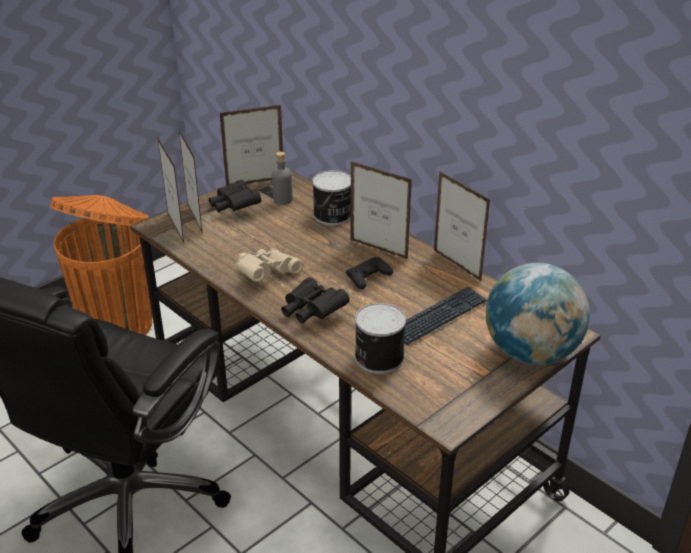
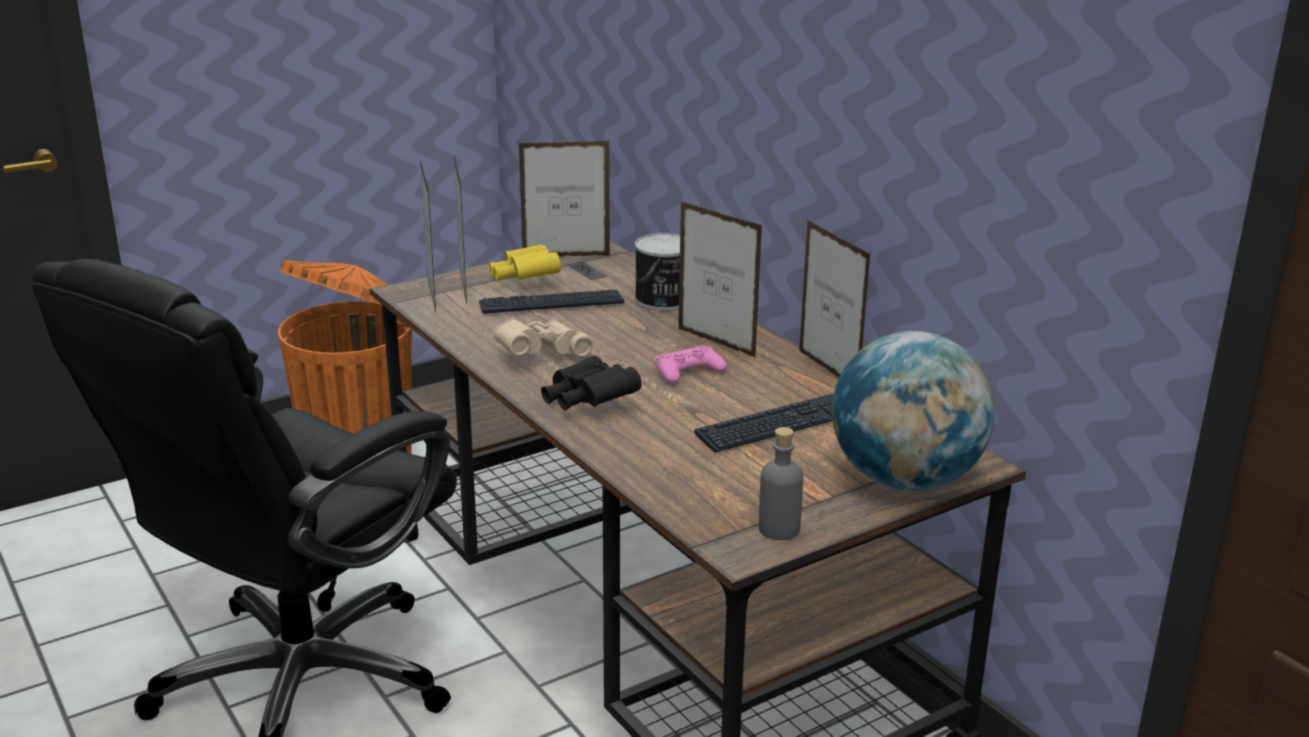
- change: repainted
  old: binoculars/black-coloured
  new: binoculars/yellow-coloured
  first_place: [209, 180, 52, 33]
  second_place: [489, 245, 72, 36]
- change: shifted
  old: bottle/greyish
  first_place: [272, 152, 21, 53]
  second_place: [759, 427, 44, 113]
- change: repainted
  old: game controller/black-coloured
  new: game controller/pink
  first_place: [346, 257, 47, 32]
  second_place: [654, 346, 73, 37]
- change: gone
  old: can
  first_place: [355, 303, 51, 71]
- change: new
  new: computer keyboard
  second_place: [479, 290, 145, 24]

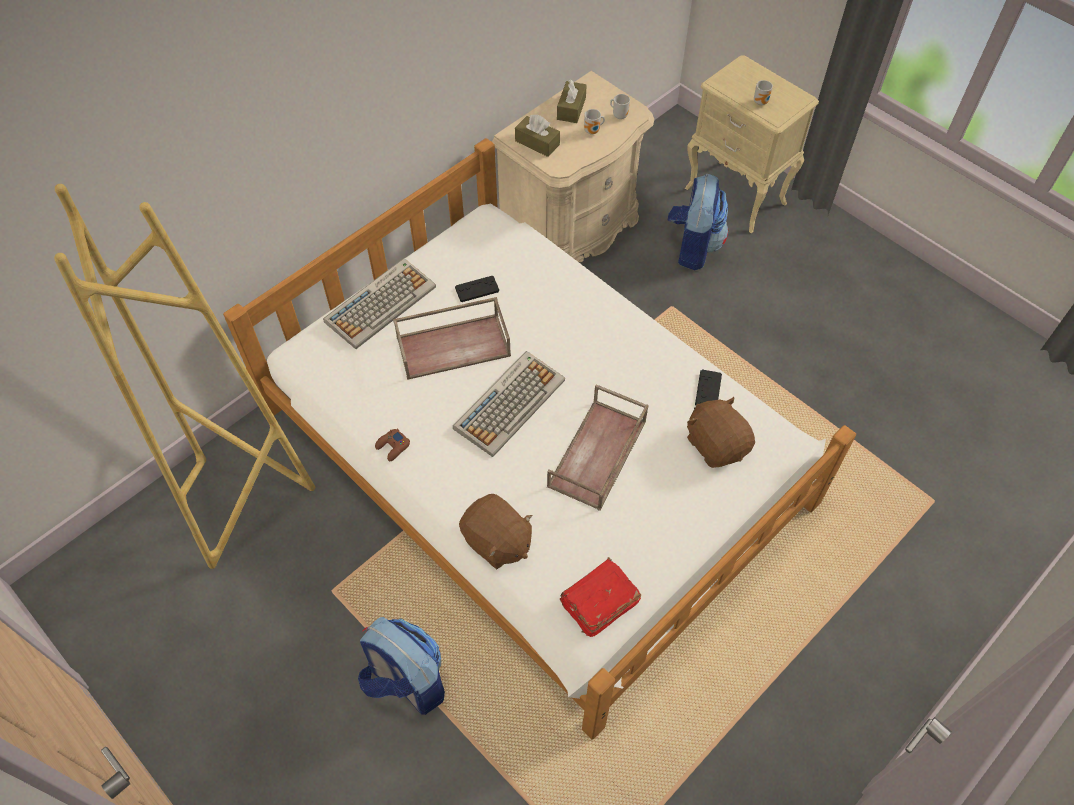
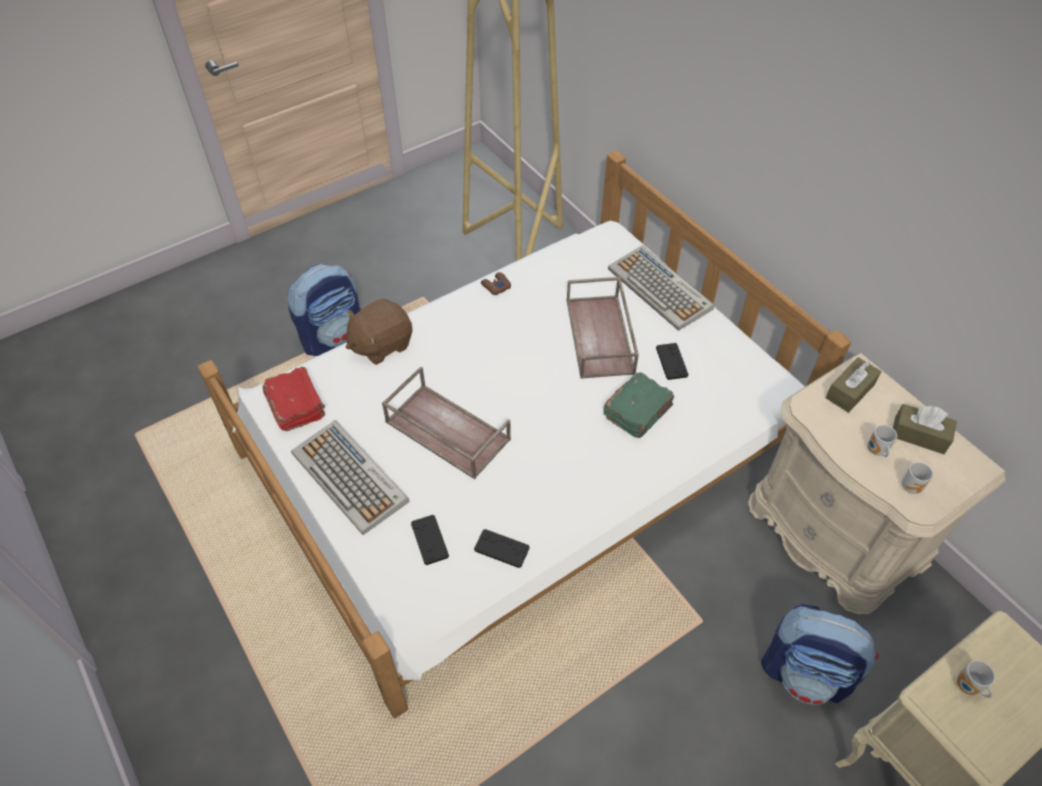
- change: shifted
  old: computer keyboard
  first_place: [453, 351, 112, 106]
  second_place: [291, 420, 119, 115]
- change: swapped
  old: plush toy/brownish
  new: game controller/black-coloured
  first_place: [687, 397, 68, 71]
  second_place: [411, 515, 38, 50]
- change: new
  new: book/green
  second_place: [603, 372, 71, 66]

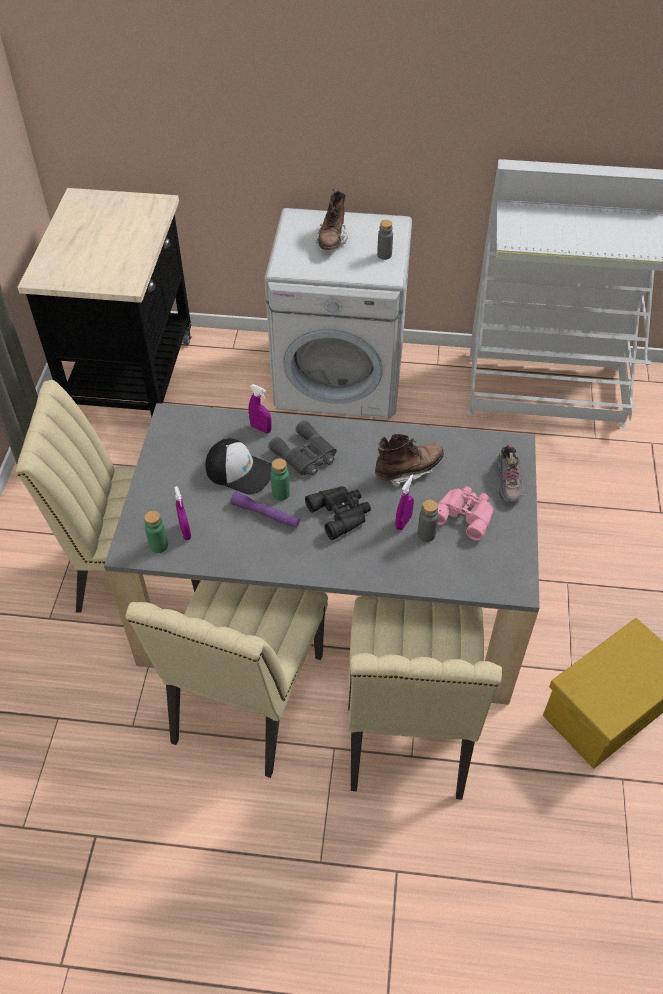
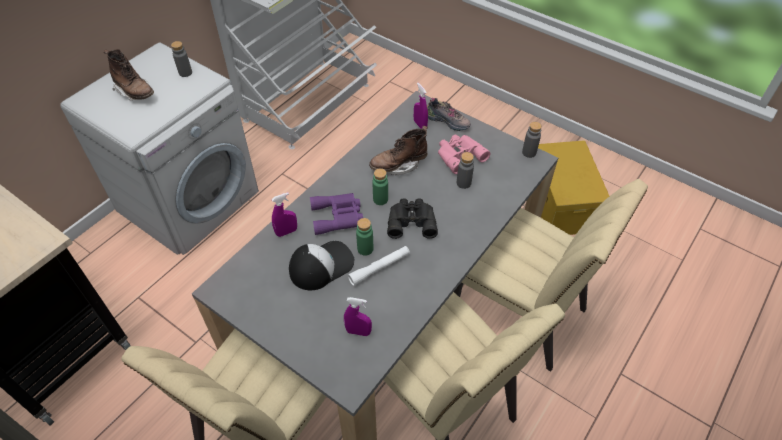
- change: shifted
  old: bottle/green
  first_place: [144, 511, 24, 42]
  second_place: [373, 168, 15, 37]
- change: repainted
  old: flashlight/purple-coloured
  new: flashlight/whitish
  first_place: [230, 492, 70, 36]
  second_place: [348, 246, 62, 40]
- change: repainted
  old: binoculars/greyish
  new: binoculars/purple-coloured
  first_place: [268, 420, 68, 56]
  second_place: [310, 193, 53, 42]
- change: rotated
  old: tall boot/brownish
  first_place: [375, 434, 69, 54]
  second_place: [369, 126, 59, 49]
  degrees: -120
- change: shifted
  old: hand sprayer/purple-coloured
  first_place: [395, 475, 19, 55]
  second_place: [414, 83, 14, 46]
- change: new
  new: bottle/greyish
  second_place: [522, 122, 20, 36]

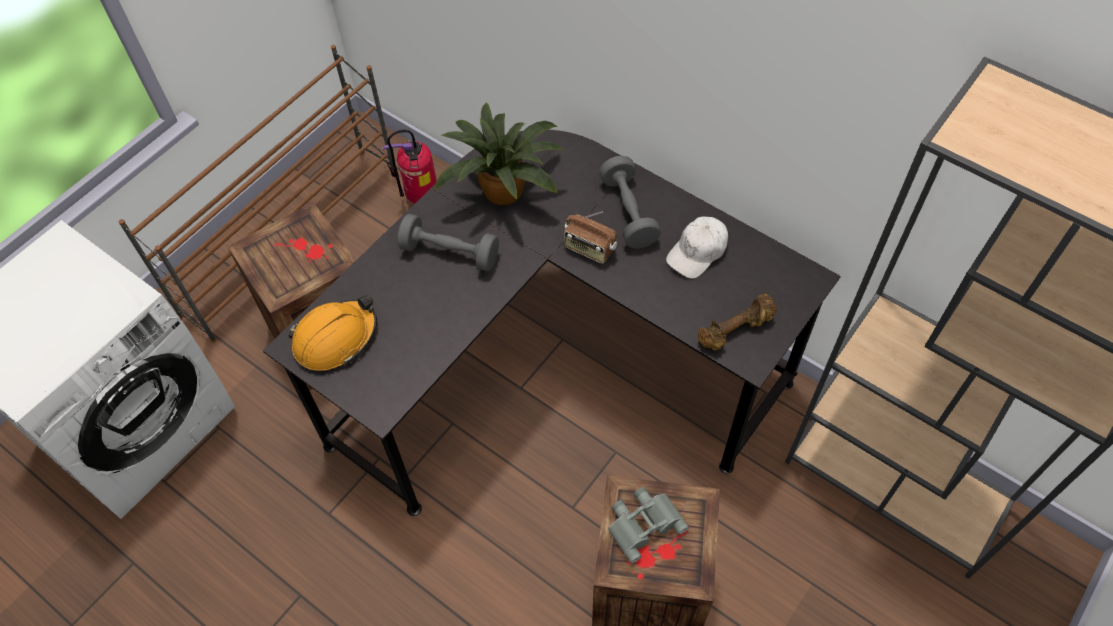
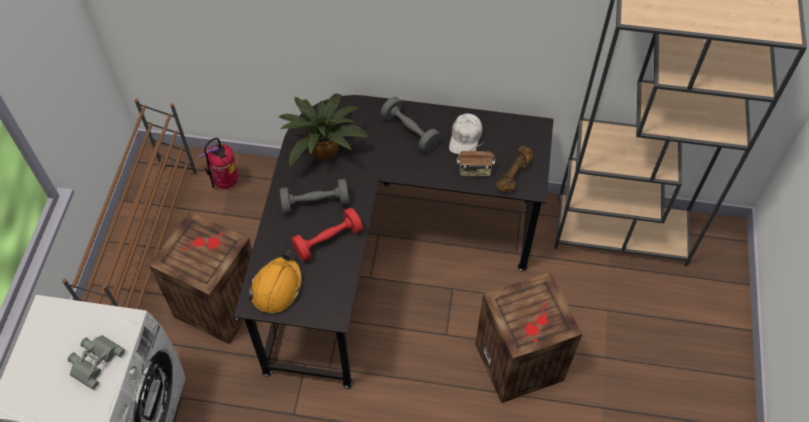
- change: shifted
  old: radio set
  first_place: [564, 211, 53, 53]
  second_place: [457, 143, 38, 33]
- change: shifted
  old: binoculars/greyish
  first_place: [608, 487, 81, 76]
  second_place: [68, 335, 57, 55]
- change: new
  new: free weight/reddish
  second_place: [291, 208, 72, 53]

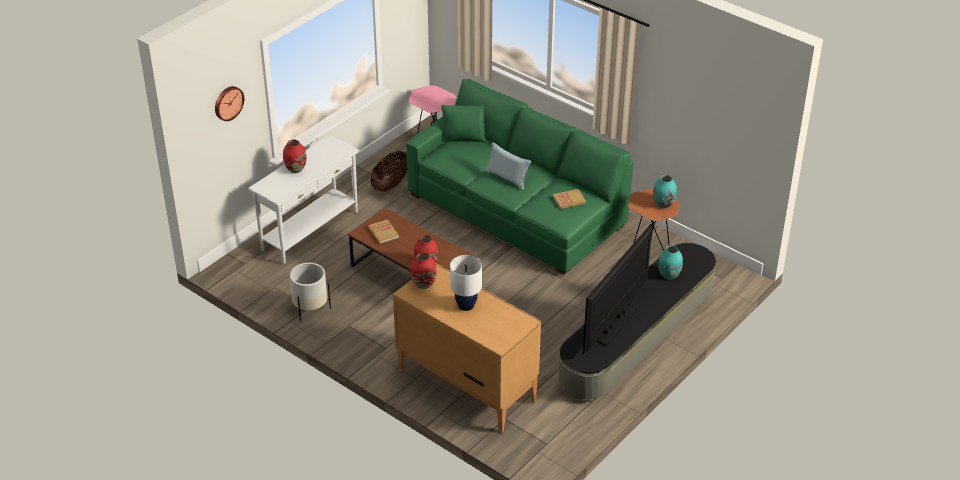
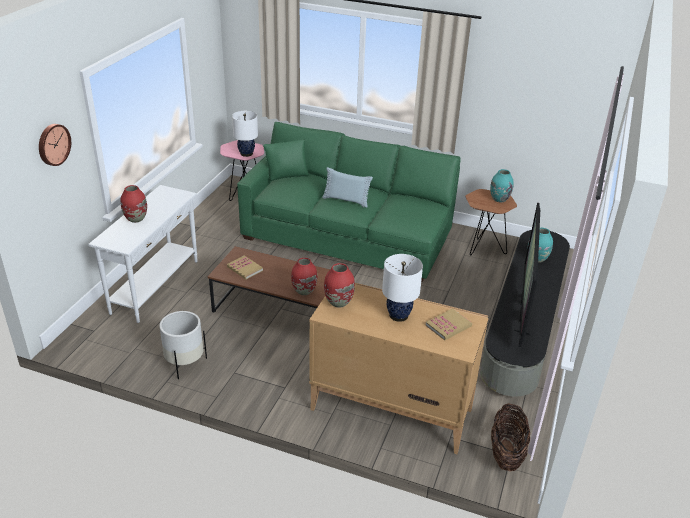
- change: shifted
  old: basket
  first_place: [371, 151, 36, 41]
  second_place: [491, 403, 39, 68]
- change: shifted
  old: book
  first_place: [553, 189, 33, 20]
  second_place: [425, 308, 47, 32]
- change: new
  new: tabletop lamp/whitish
  second_place: [232, 111, 26, 46]

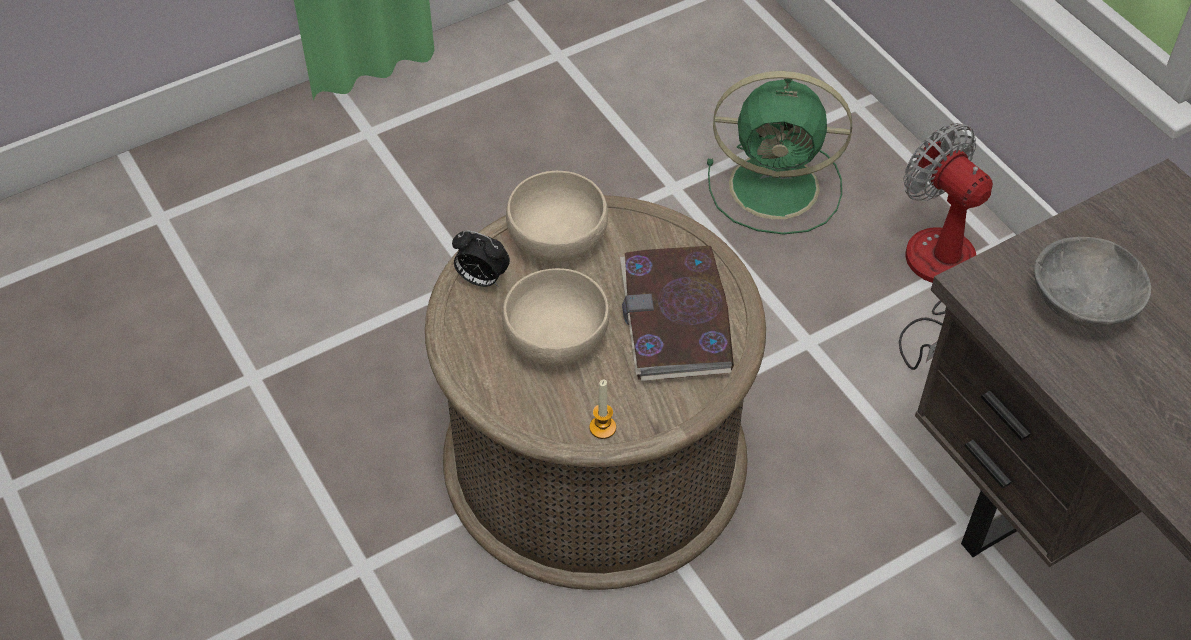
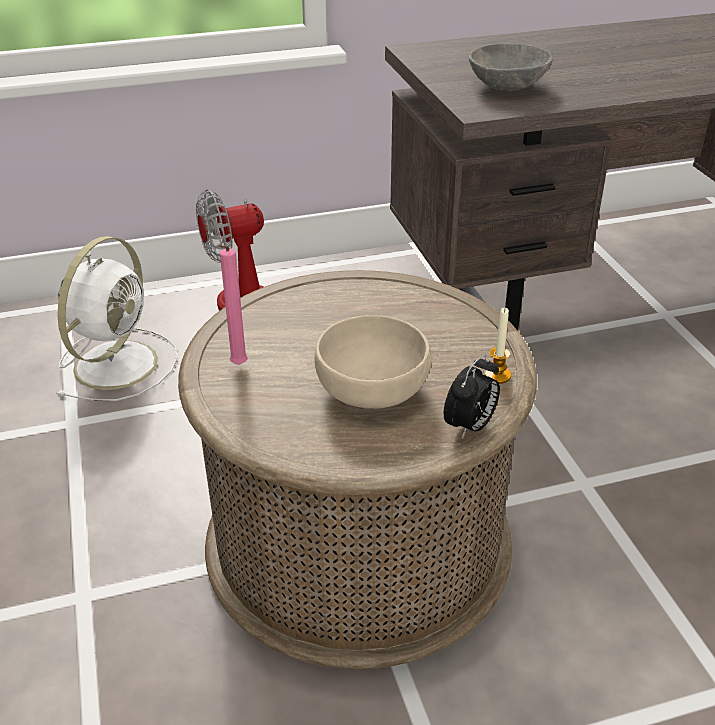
- change: shifted
  old: table clock
  first_place: [452, 230, 58, 57]
  second_place: [444, 354, 56, 85]
- change: swapped
  old: bowl/beige-coloured
  new: wax light/pink
  first_place: [506, 171, 102, 91]
  second_place: [218, 245, 30, 120]
- change: gone
  old: book
  first_place: [620, 246, 114, 135]
- change: repainted
  old: electric fan/green
  new: electric fan/whitish
  first_place: [707, 71, 145, 164]
  second_place: [56, 236, 122, 165]

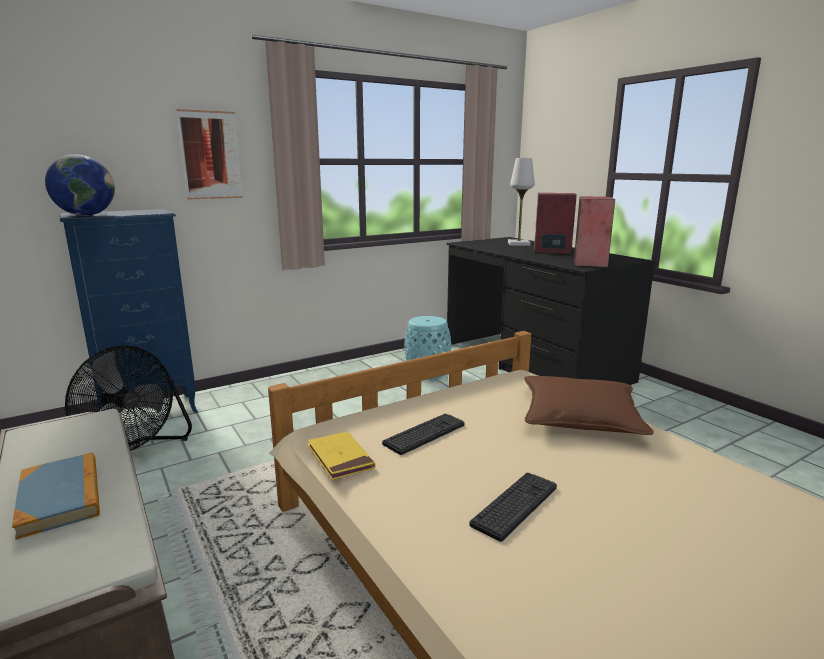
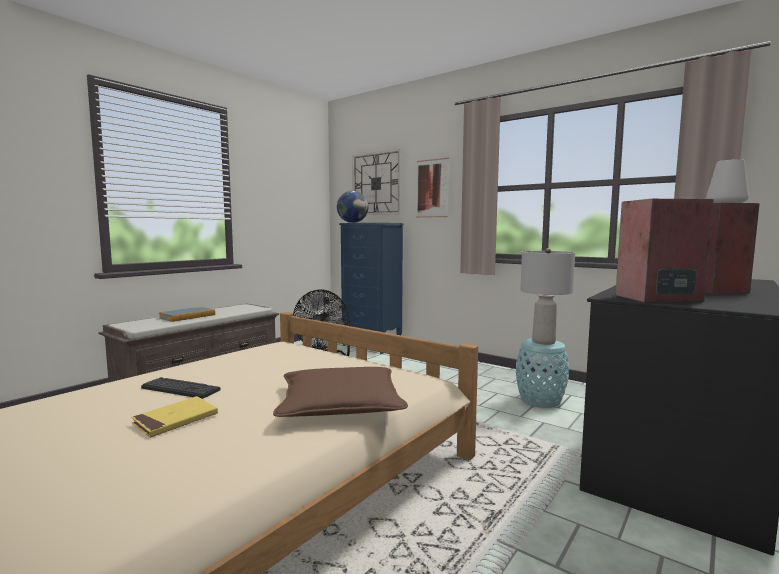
- change: shifted
  old: book/yellow-coloured
  first_place: [308, 432, 67, 48]
  second_place: [131, 396, 87, 42]
- change: gone
  old: computer keyboard
  first_place: [382, 414, 83, 41]
- change: new
  new: clock on the wall
  second_place: [352, 149, 50, 66]
- change: new
  new: tabletop lamp/greyish
  second_place: [520, 248, 55, 97]

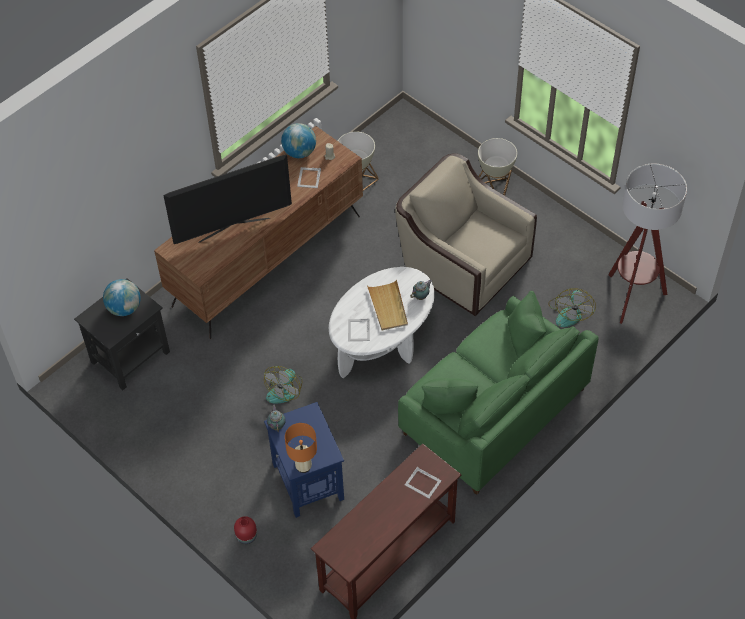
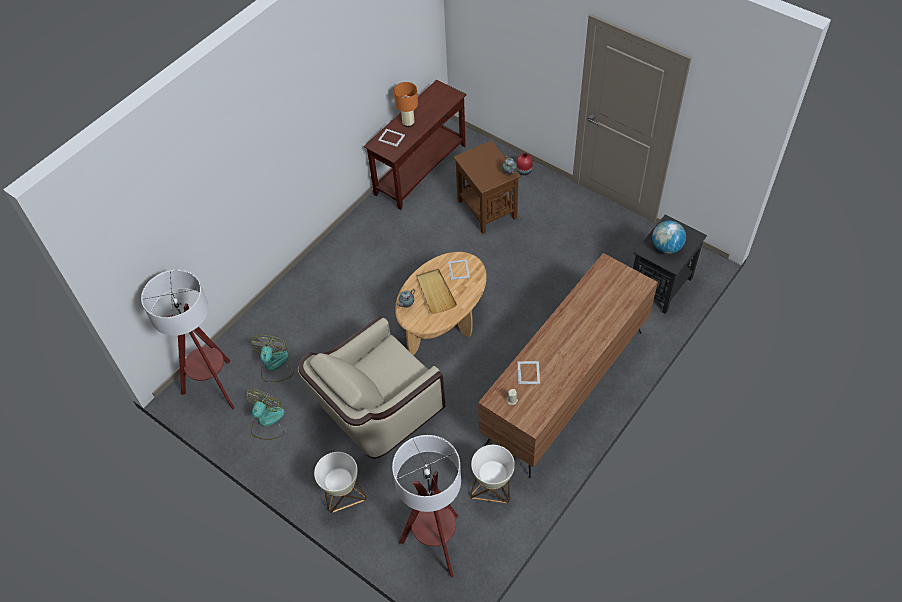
- change: gone
  old: television
  first_place: [163, 154, 129, 90]
- change: shifted
  old: electric fan
  first_place: [264, 366, 38, 37]
  second_place: [245, 389, 39, 51]
- change: repainted
  old: end table/blue-coloured
  new: end table/brownish
  first_place: [264, 402, 80, 116]
  second_place: [453, 141, 68, 93]
- change: gone
  old: desk globe
  first_place: [281, 123, 35, 35]
- change: shifted
  old: tabletop lamp/orange-coloured
  first_place: [285, 423, 32, 50]
  second_place: [394, 82, 24, 45]
- change: repainted
  old: coffee table/whitish
  new: coffee table/brownish
  first_place: [329, 267, 106, 111]
  second_place: [395, 252, 92, 103]
- change: rotated
  old: armchair/beige-coloured
  first_place: [395, 153, 142, 163]
  second_place: [298, 316, 148, 143]
  degrees: 105
- change: gone
  old: couch/green
  first_place: [398, 290, 201, 205]
- change: new
  new: standing lamp
  second_place: [392, 435, 69, 143]

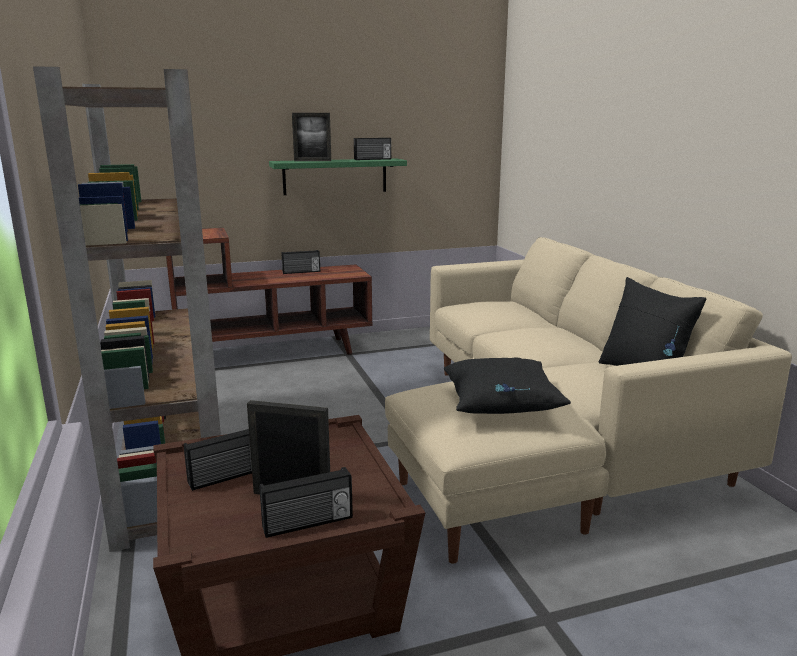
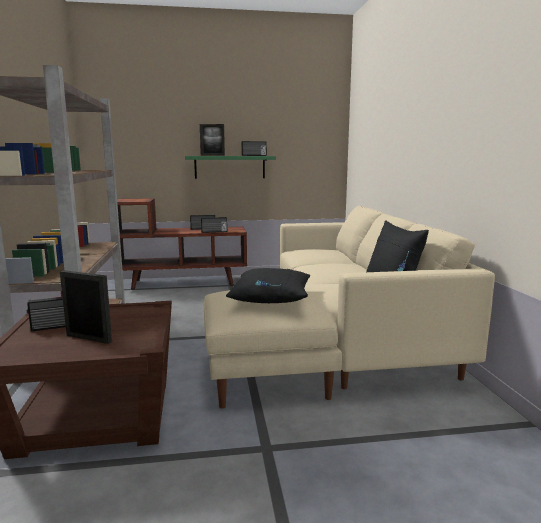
- change: shifted
  old: radio set
  first_place: [259, 467, 94, 71]
  second_place: [201, 217, 26, 16]

